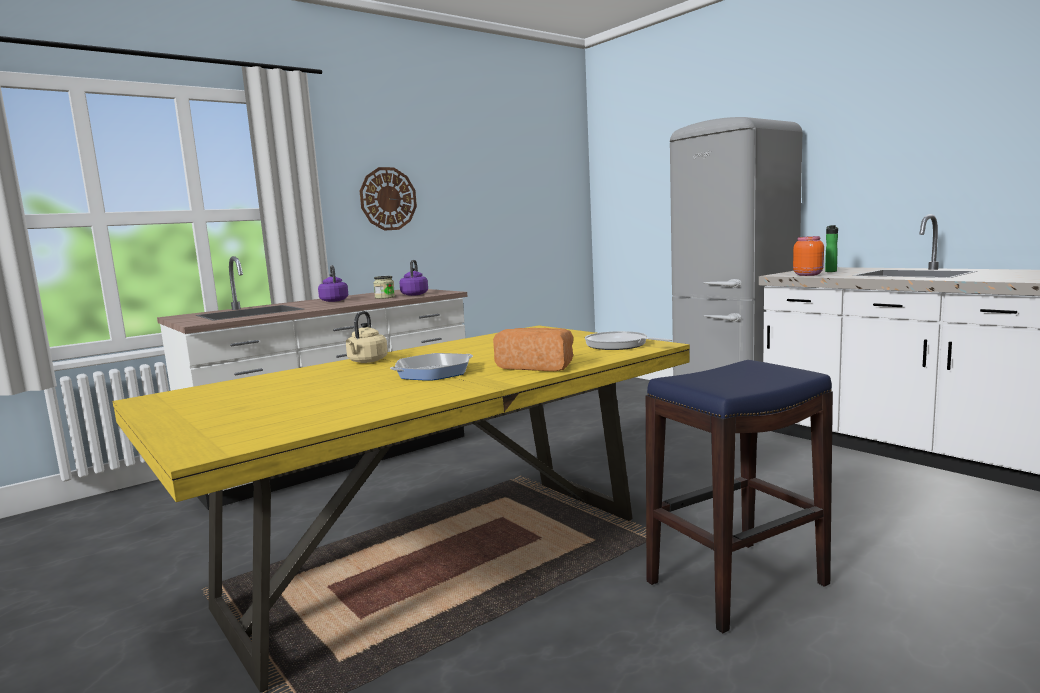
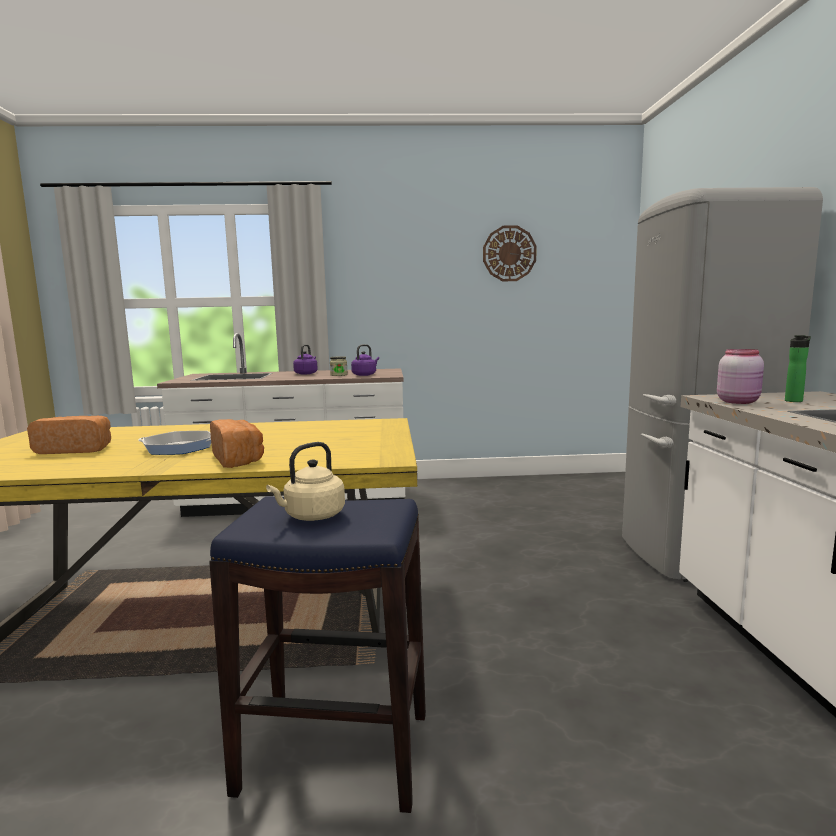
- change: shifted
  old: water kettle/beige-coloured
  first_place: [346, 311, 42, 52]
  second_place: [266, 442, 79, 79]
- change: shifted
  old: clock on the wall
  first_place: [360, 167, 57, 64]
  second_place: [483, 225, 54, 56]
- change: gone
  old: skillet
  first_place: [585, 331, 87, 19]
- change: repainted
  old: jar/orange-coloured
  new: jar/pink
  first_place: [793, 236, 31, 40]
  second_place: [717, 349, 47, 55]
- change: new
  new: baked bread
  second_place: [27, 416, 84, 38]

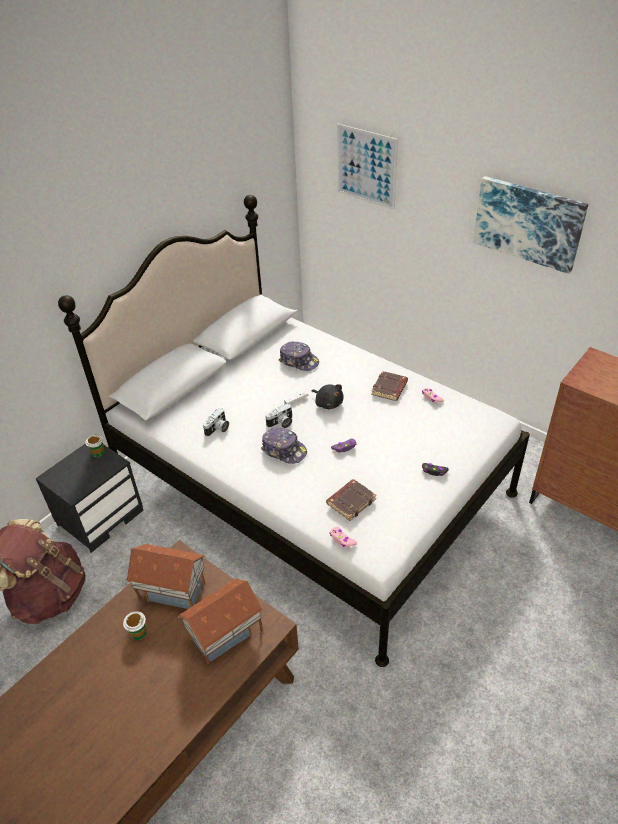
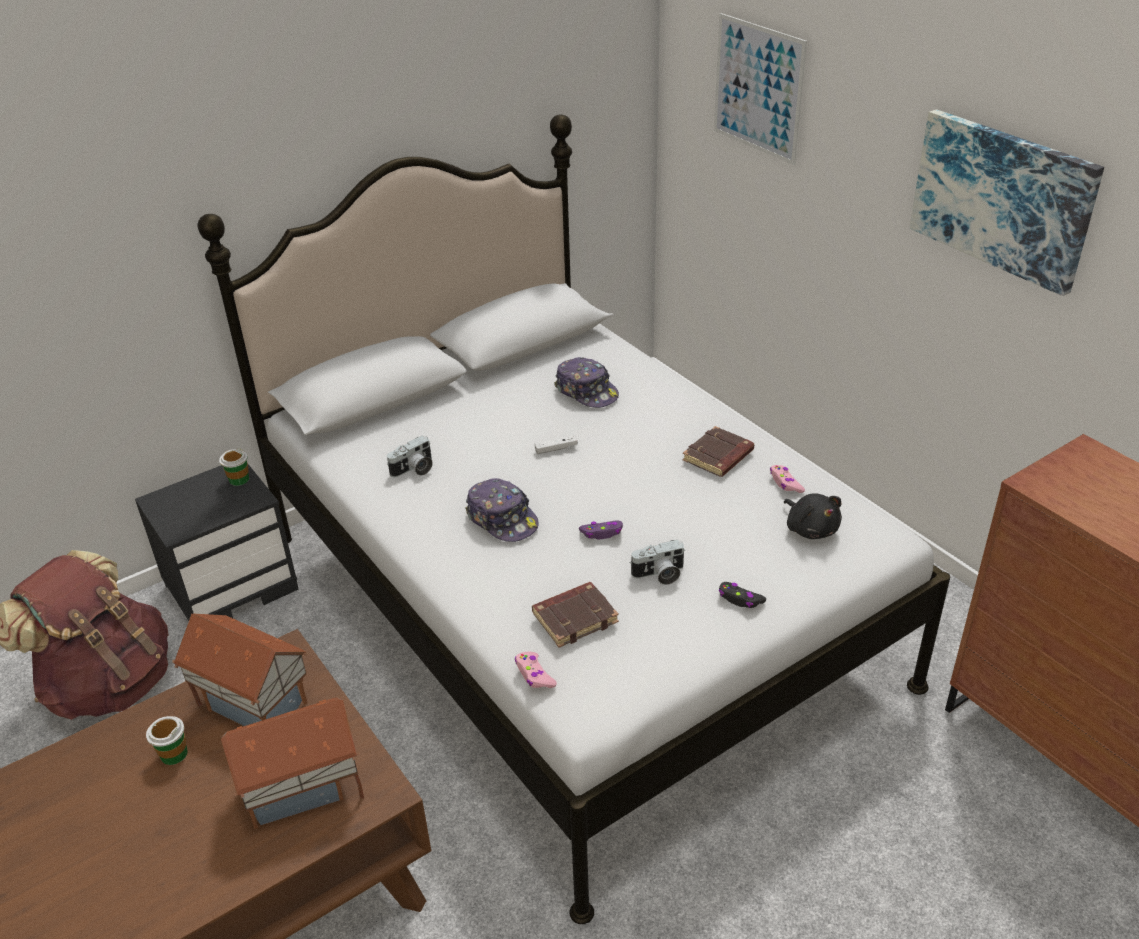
- change: shifted
  old: still camera
  first_place: [265, 403, 27, 25]
  second_place: [631, 540, 53, 45]
- change: shifted
  old: plush toy/black-coloured
  first_place: [311, 384, 32, 25]
  second_place: [784, 493, 58, 46]

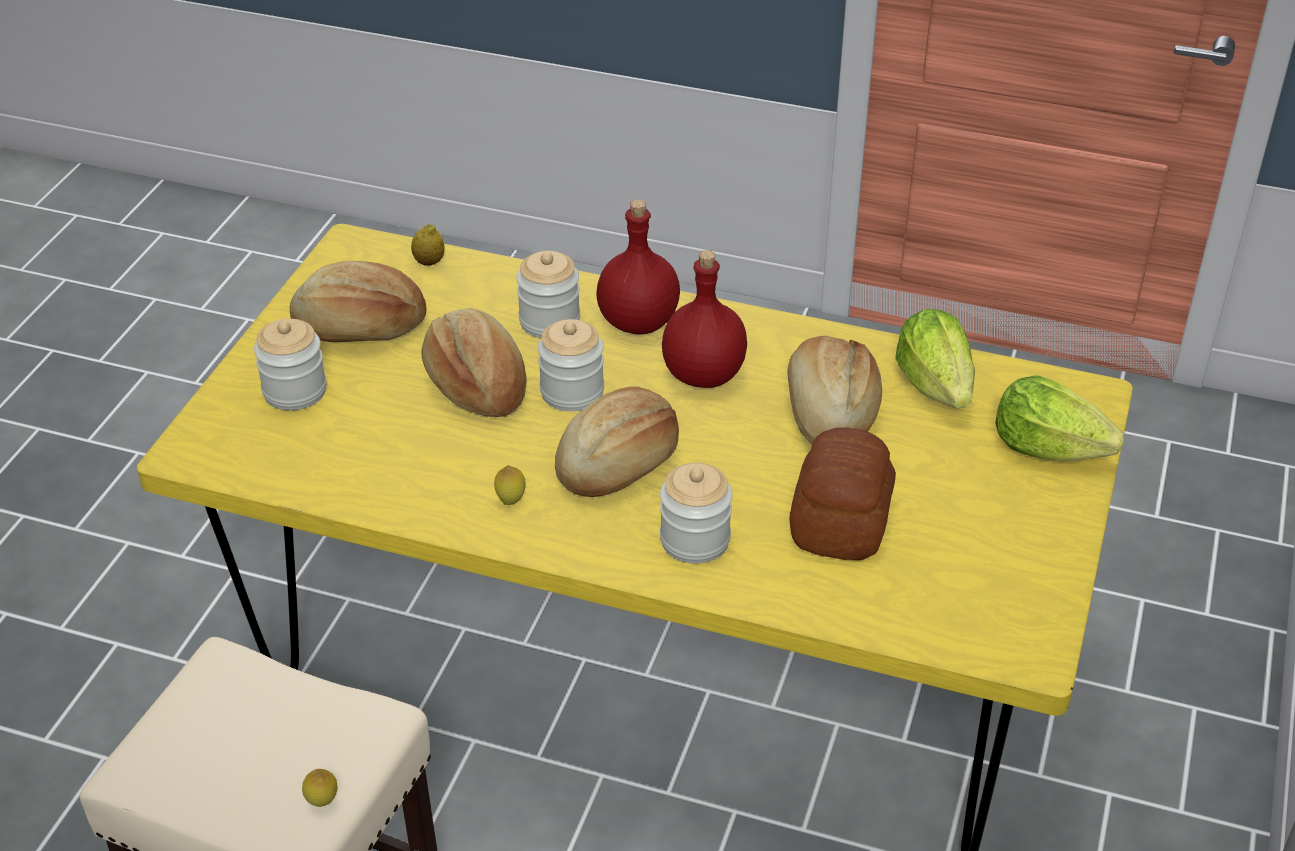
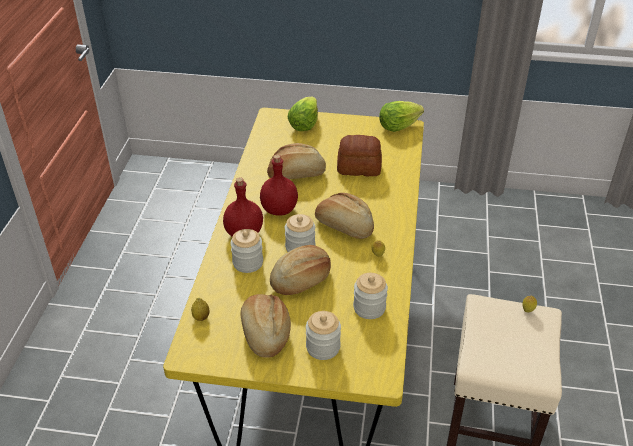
- change: shifted
  old: jar
  first_place: [660, 463, 73, 101]
  second_place: [353, 273, 35, 46]
- change: shifted
  old: lettuce head
  first_place: [895, 309, 80, 99]
  second_place: [379, 101, 45, 31]

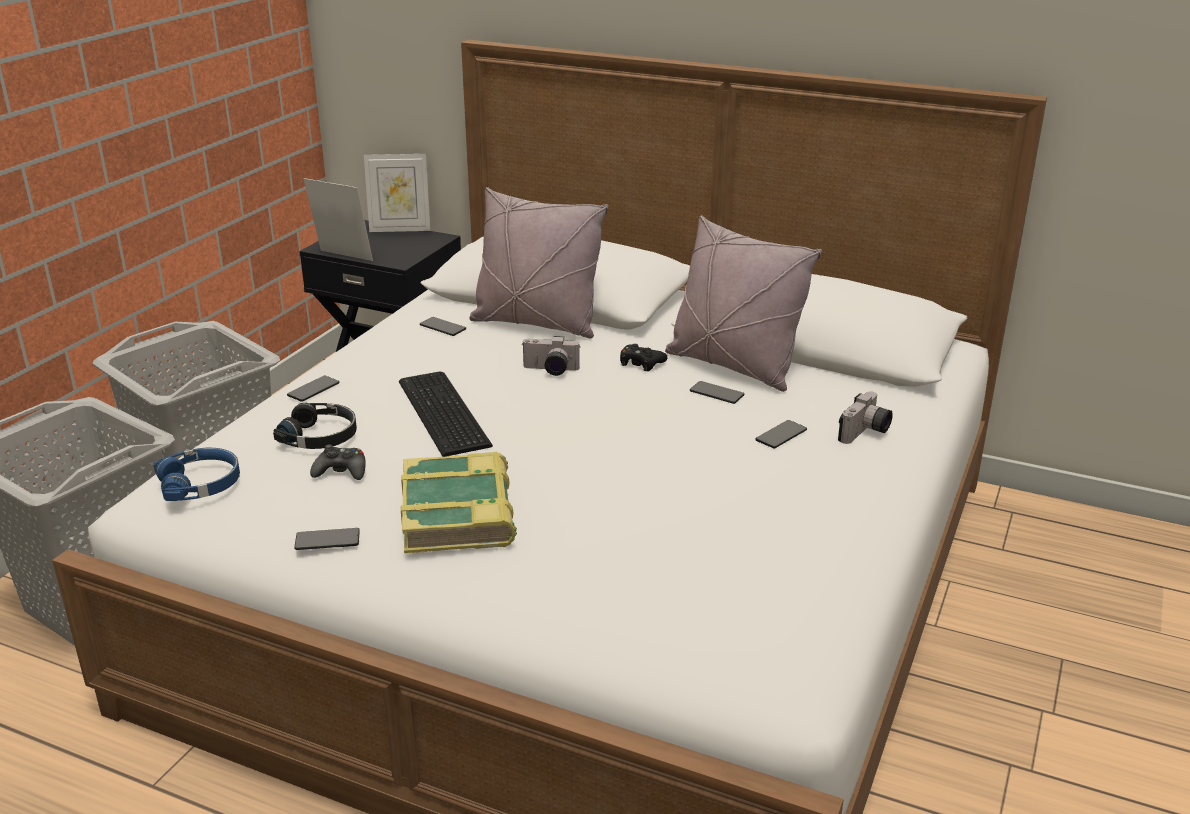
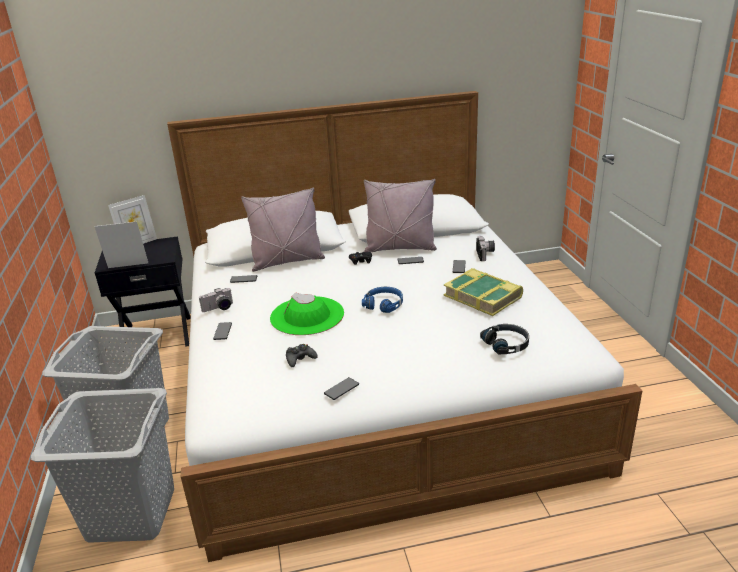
- change: shifted
  old: pair of headphones/blue-coloured
  first_place: [154, 448, 86, 53]
  second_place: [362, 287, 41, 26]
- change: shifted
  old: pair of headphones/black-coloured
  first_place: [273, 403, 84, 46]
  second_place: [480, 324, 49, 30]
- change: swapped
  old: computer keyboard
  new: hat/green
  first_place: [399, 371, 94, 86]
  second_place: [270, 293, 74, 42]
- change: shifted
  old: book
  first_place: [401, 452, 116, 102]
  second_place: [443, 268, 80, 48]
- change: shifted
  old: still camera
  first_place: [522, 336, 58, 40]
  second_place: [199, 288, 34, 24]

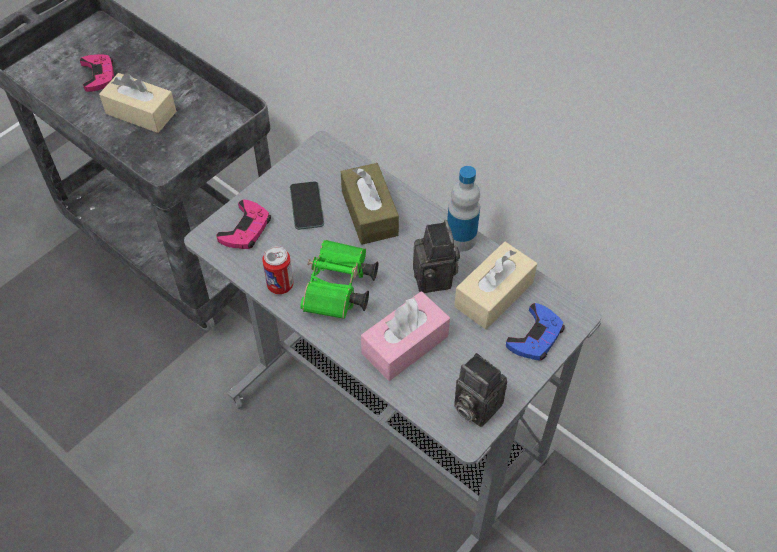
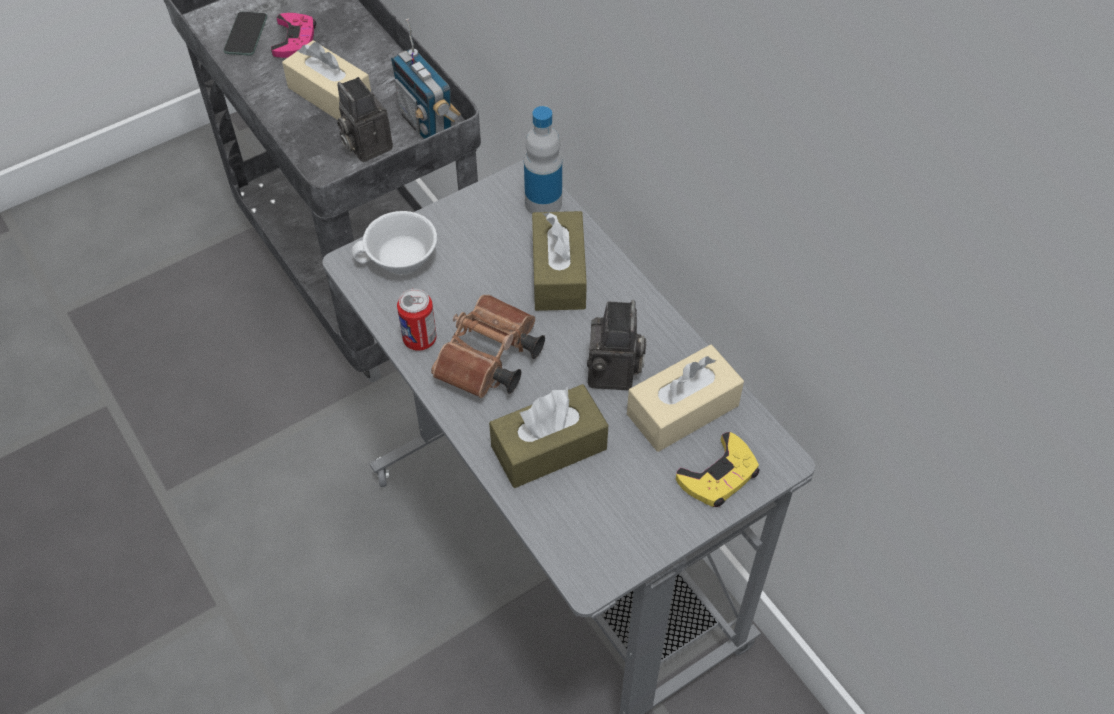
- change: swapped
  old: game controller/pink
  new: drinking cup/whitish
  first_place: [216, 200, 55, 49]
  second_place: [352, 211, 85, 64]
- change: shifted
  old: handset
  first_place: [290, 181, 34, 49]
  second_place: [224, 12, 43, 44]
- change: repainted
  old: binoculars/green
  new: binoculars/brownish
  first_place: [300, 240, 78, 79]
  second_place: [431, 295, 114, 103]
- change: repainted
  old: box of tissues/pink
  new: box of tissues/brownish
  first_place: [361, 291, 89, 90]
  second_place: [489, 384, 119, 104]
- change: shifted
  old: bottle
  first_place: [447, 166, 33, 85]
  second_place: [524, 106, 38, 108]
- change: shifted
  old: still camera
  first_place: [454, 353, 53, 74]
  second_place: [337, 77, 56, 85]
- change: repainted
  old: game controller/blue-coloured
  new: game controller/yellow-coloured
  first_place: [506, 303, 59, 58]
  second_place: [676, 432, 84, 75]
- change: new
  new: radio set
  second_place: [391, 19, 70, 120]

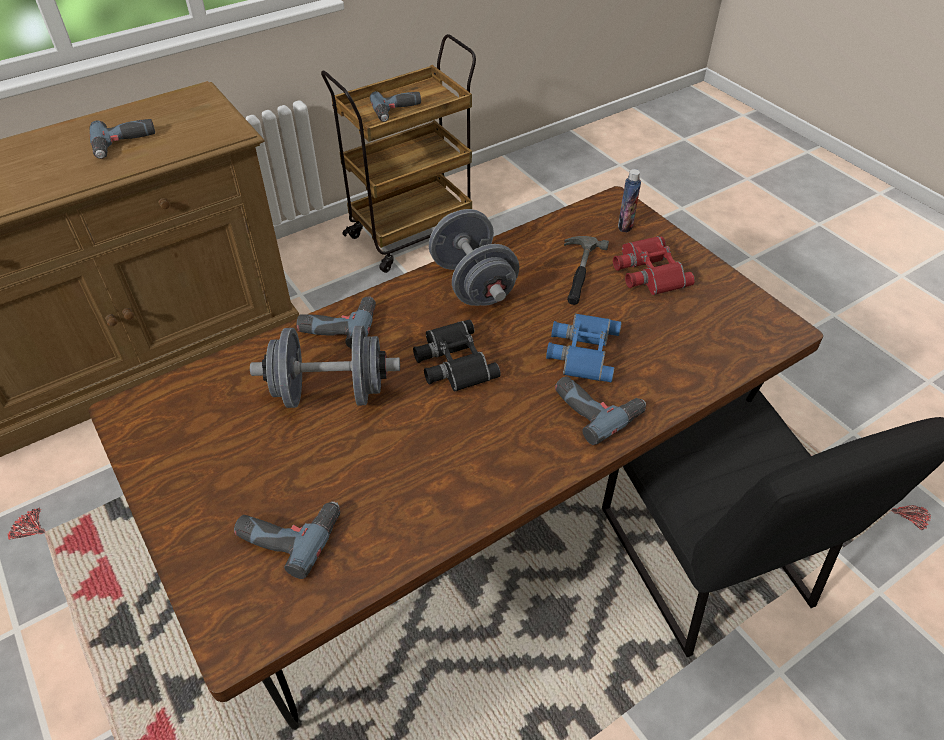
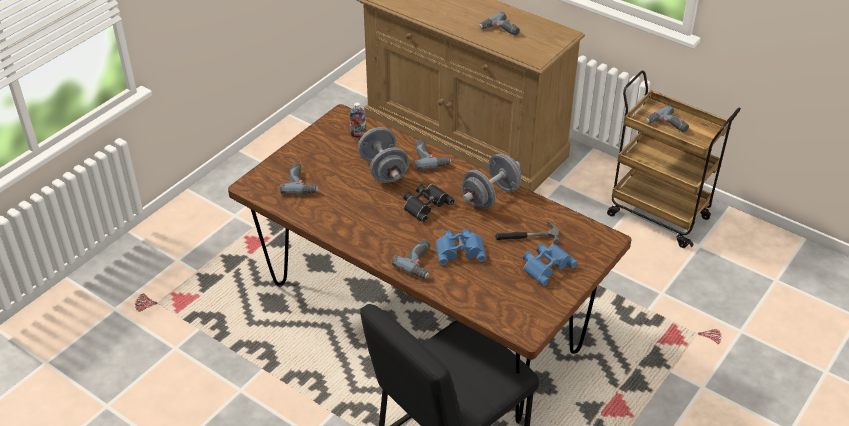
- change: repainted
  old: binoculars/reddish
  new: binoculars/blue-coloured
  first_place: [613, 236, 82, 59]
  second_place: [523, 243, 55, 43]
- change: shifted
  old: bottle
  first_place: [618, 169, 23, 63]
  second_place: [349, 102, 18, 36]

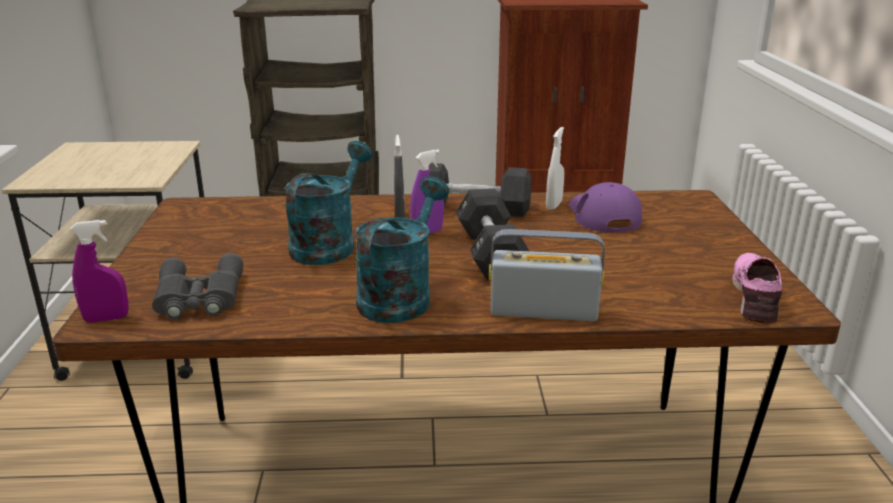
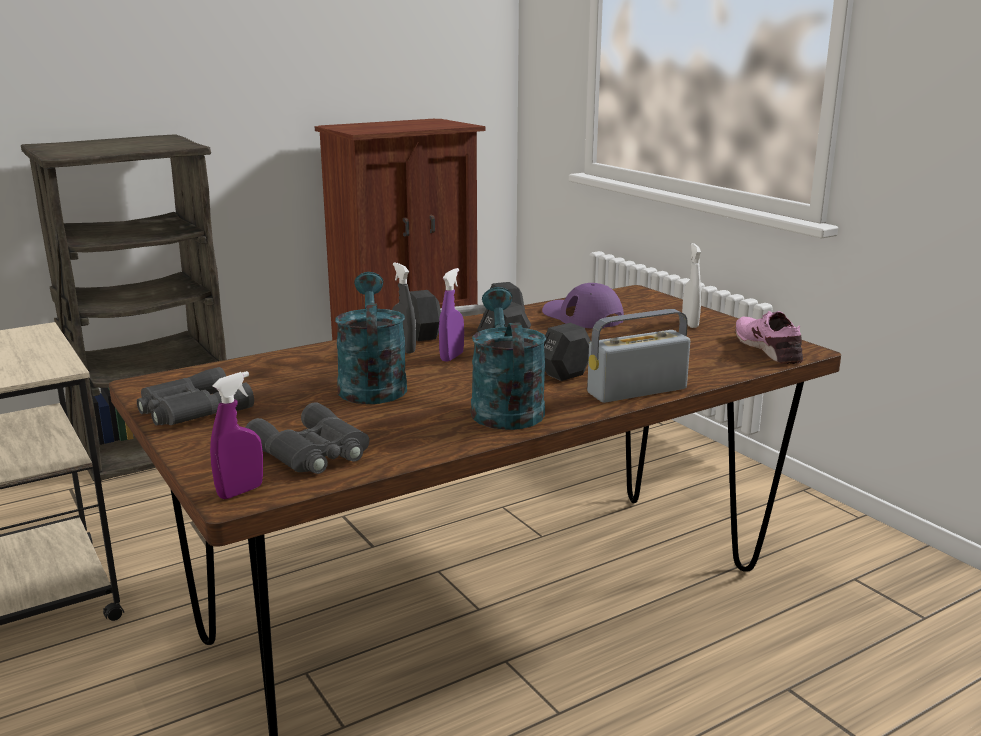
- change: shifted
  old: hand sprayer/whitish
  first_place: [546, 127, 18, 83]
  second_place: [682, 243, 20, 85]
- change: new
  new: binoculars/greyish
  second_place: [137, 367, 117, 59]

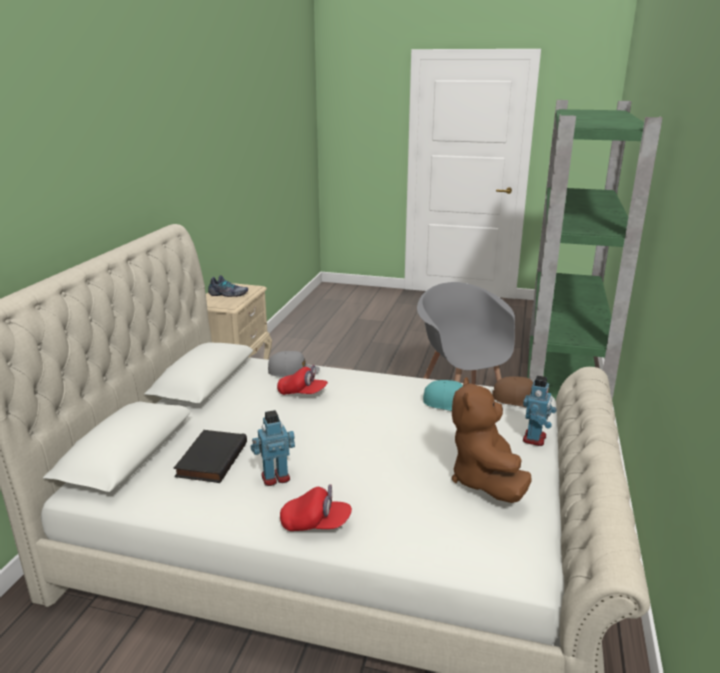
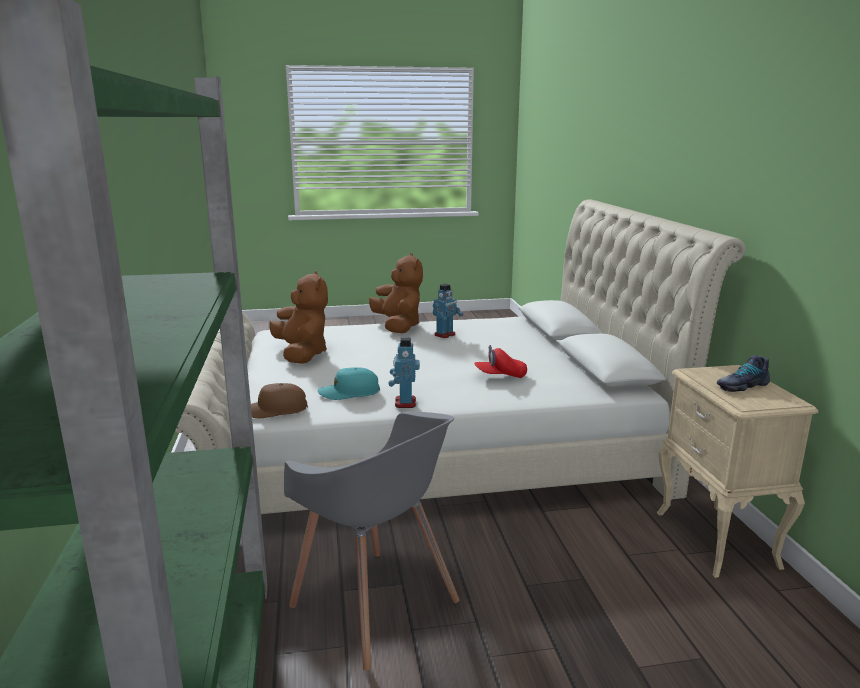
- change: gone
  old: book/black-coloured
  first_place: [174, 430, 73, 53]
- change: gone
  old: peaked cap/greyish
  first_place: [268, 351, 52, 26]
- change: swapped
  old: peaked cap/reddish
  new: plush toy/brownish
  first_place: [280, 484, 72, 47]
  second_place: [369, 253, 54, 80]
- change: shifted
  old: robot figure
  first_place: [523, 376, 34, 70]
  second_place: [388, 337, 32, 71]

